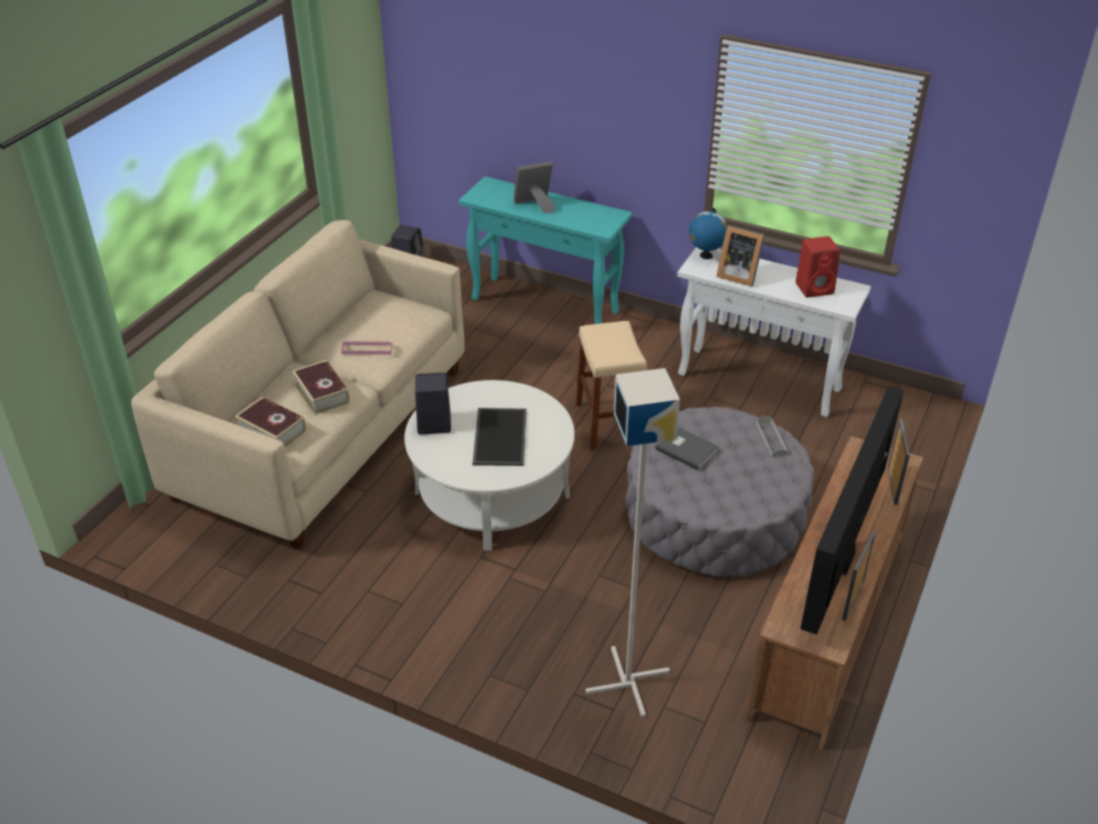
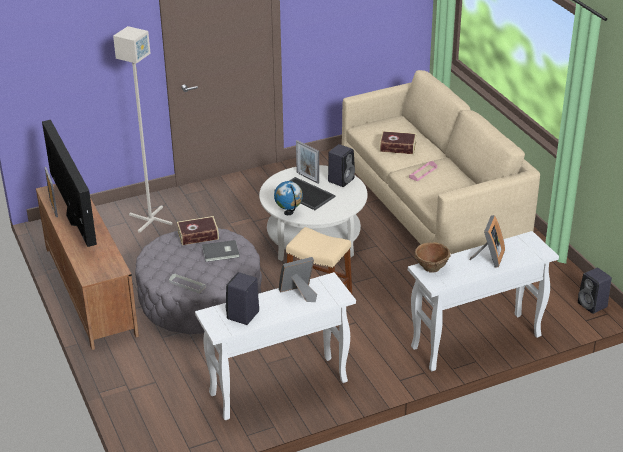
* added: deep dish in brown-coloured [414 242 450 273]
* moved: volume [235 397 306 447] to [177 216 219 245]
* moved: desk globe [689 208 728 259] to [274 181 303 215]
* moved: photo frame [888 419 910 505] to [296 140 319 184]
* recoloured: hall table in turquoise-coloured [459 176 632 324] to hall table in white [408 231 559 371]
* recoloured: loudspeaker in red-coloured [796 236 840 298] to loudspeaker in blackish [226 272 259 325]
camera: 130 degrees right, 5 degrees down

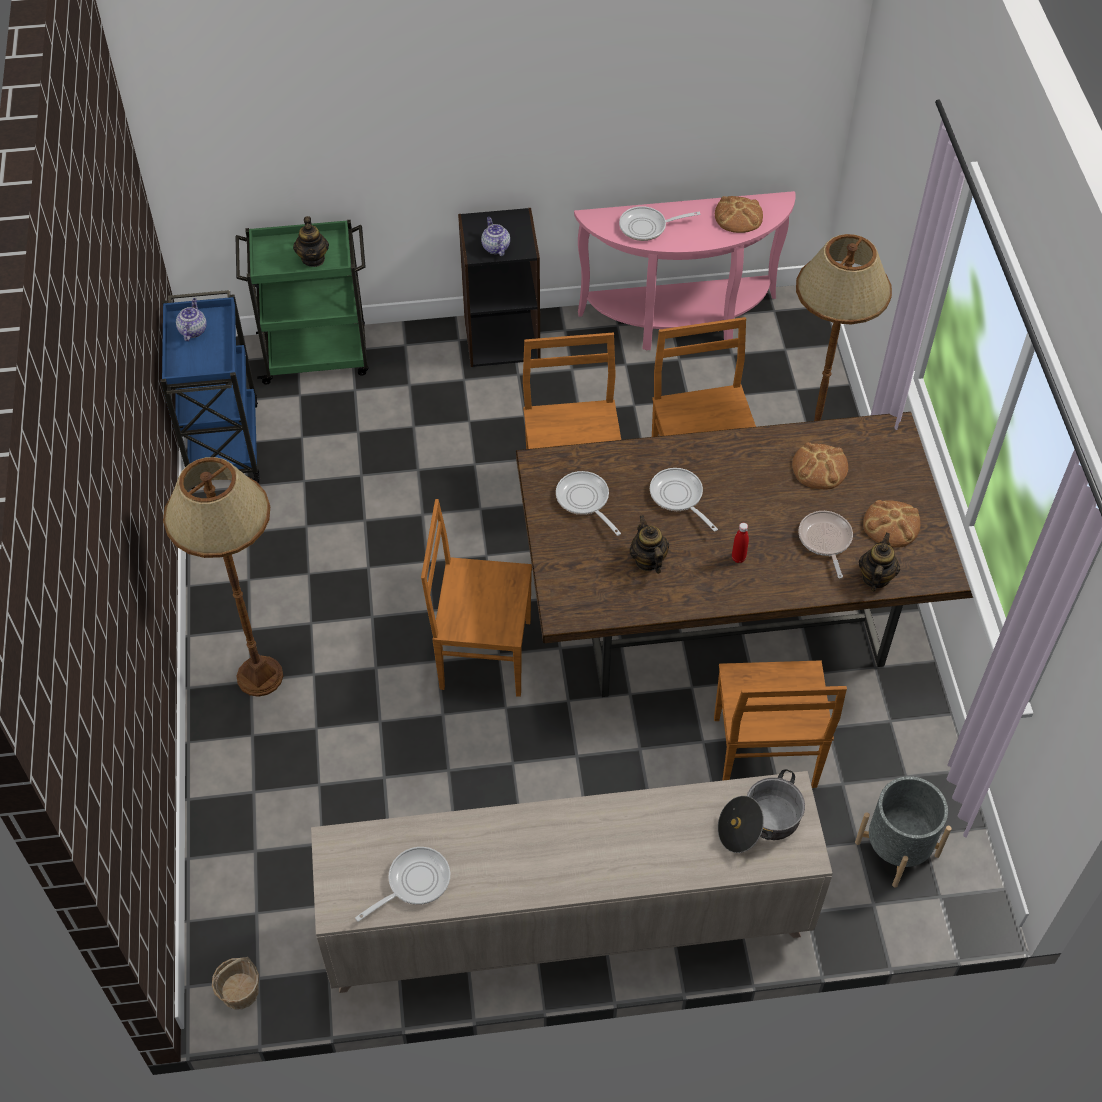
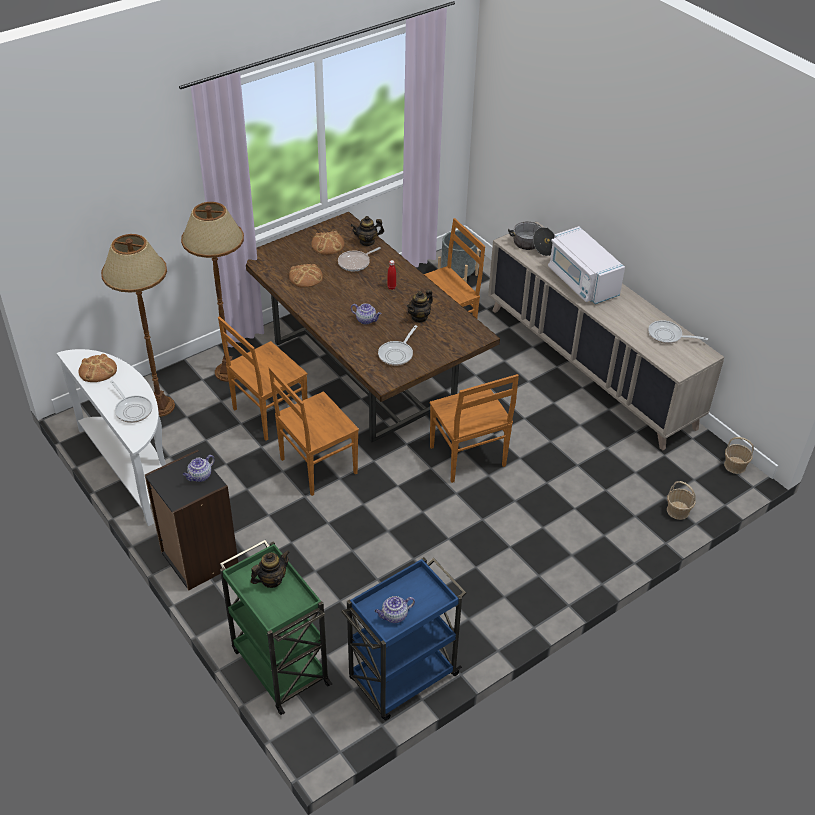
* added: microwave in white [548 226 625 304]
* added: household basket [667 481 696 520]
* moved: standard lamp in brown-coloured [163 457 283 697] to [101 234 175 417]
* replaced: frying pan [650 468 718 532] to tea pot [351 303 381 324]
* recoloured: hall table in pink-coloured [574 191 796 350] to hall table in white [57 349 166 526]
camera: 120 degrees left, 10 degrees down

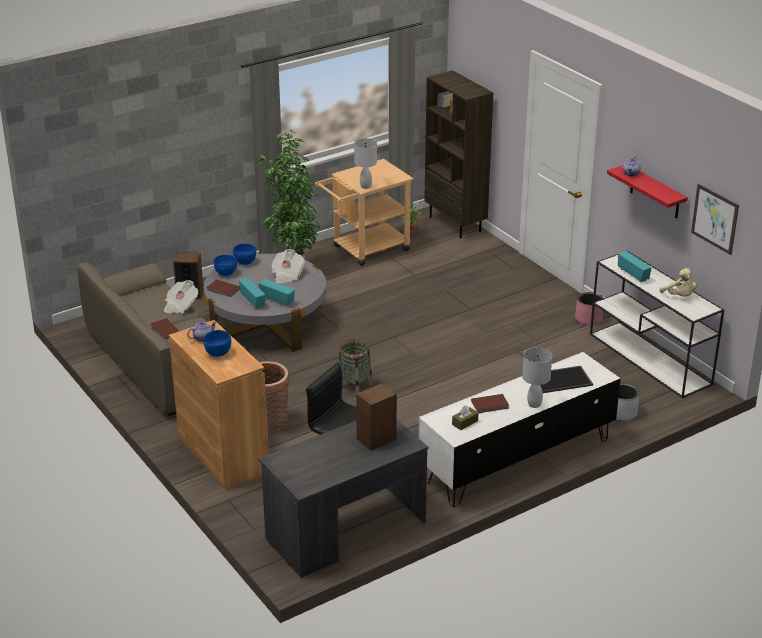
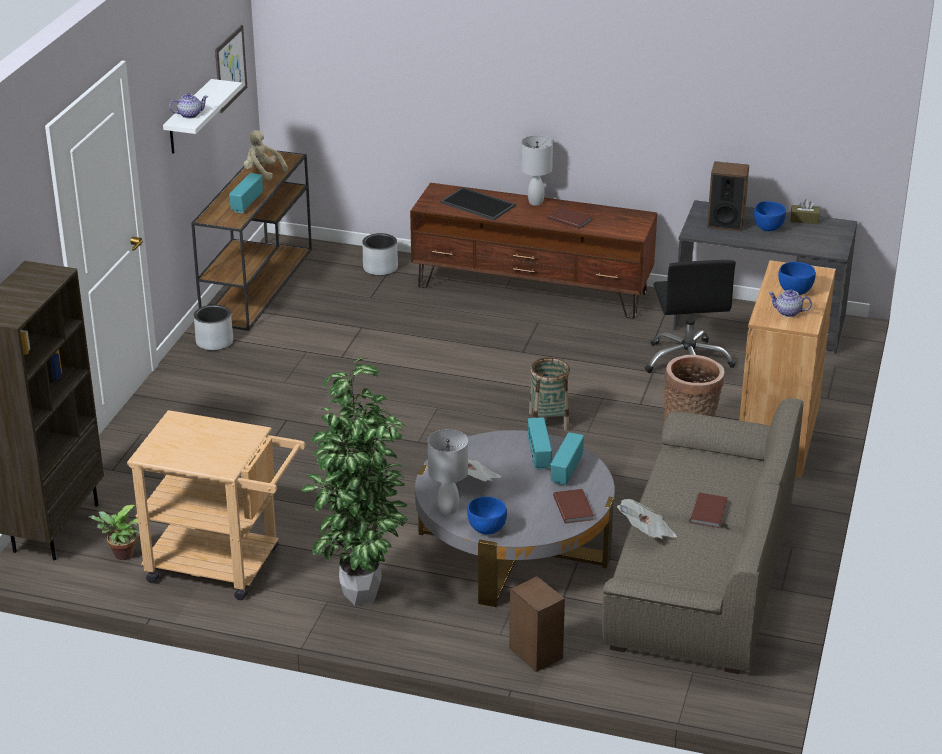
* moved: deep dish in blue [214 255 237 276] to [754 201 786 231]
* moved: lamp for a table in white [354 138 377 189] to [428 429 468 515]
* moved: box of tissues in brown-coloured [452 405 478 430] to [791 199 820 224]
* recoloured: tv stand in white [419 352 621 507] to tv stand in brown-coloured [410 183 657 319]
* recoloured: planter in pink-coloured [575 292 603 325] to planter in grey [194 305 233 351]
* recoloured: hall table in white [590 251 724 398] to hall table in brown-coloured [191 150 312 331]
* recoloured: wall shelf in red-coloured [607 165 688 219] to wall shelf in white [163 79 242 154]
* turned: plush toy in beige [660 268 697 297] = [244 130 288 180] 75 degrees counterclockwise
camera: 130 degrees left, 0 degrees up

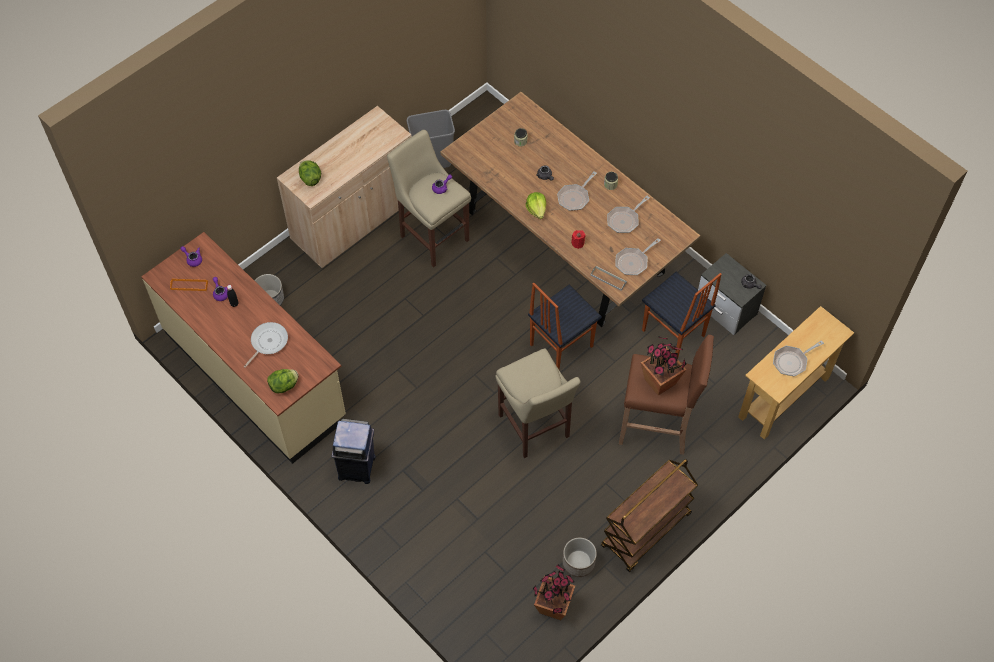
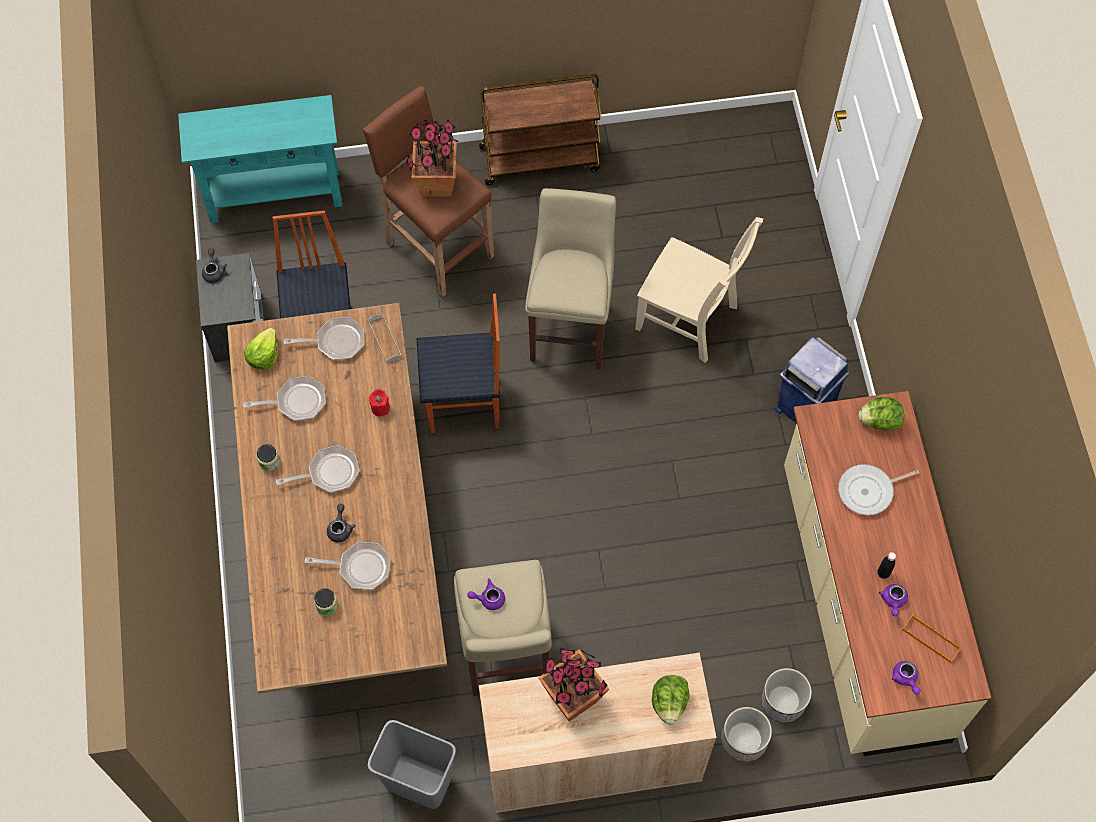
* added: plain chair in beige [635 217 763 363]
* moved: lettuce [526 192 546 219] to [244 328 278 370]
* moved: houseplant [533 564 575 620] to [538 647 609 722]
* moved: planter [562 538 597 577] to [721 707 772 762]
* moved: frying pan [773 340 824 376] to [304 542 391 590]
* recoloured: hall table in beige [738 306 854 440] to hall table in turquoise-coloured [178 95 342 223]
camera: 145 degrees left, 5 degrees up

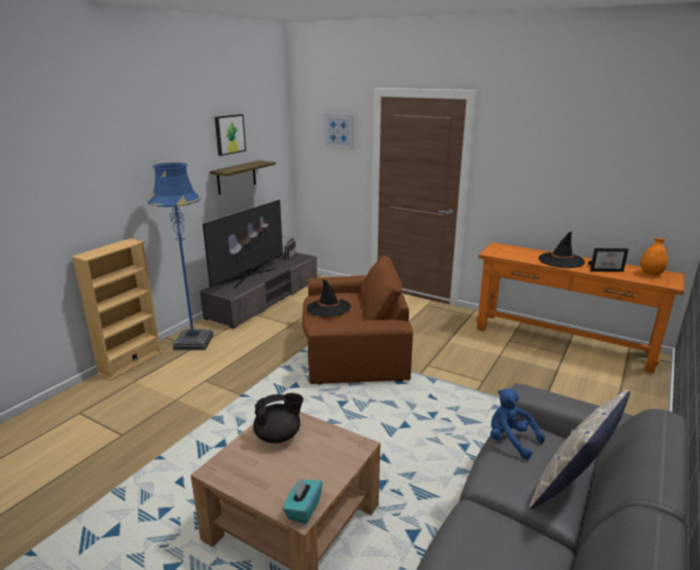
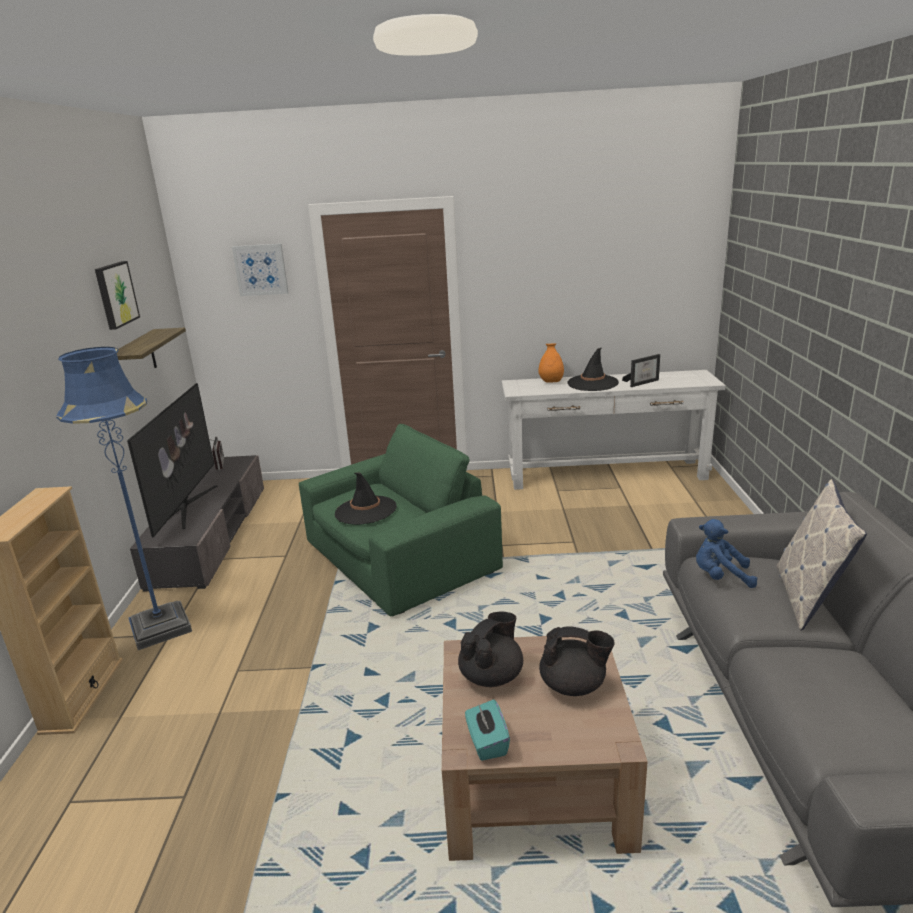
* added: tea pot in blackish [539 626 615 696]
* moved: box of tissues in turquoise-coloured [283 477 322 524] to [465 699 510 761]
* moved: vase in orange [640 238 668 275] to [538 343 564 383]
* recoloured: easy chair in brown-coloured [302 255 413 384] to easy chair in green-coloured [299 424 503 616]
* recoloured: hall table in orange [476 242 685 374] to hall table in white [501 370 726 490]
camera: 30 degrees left, 0 degrees up

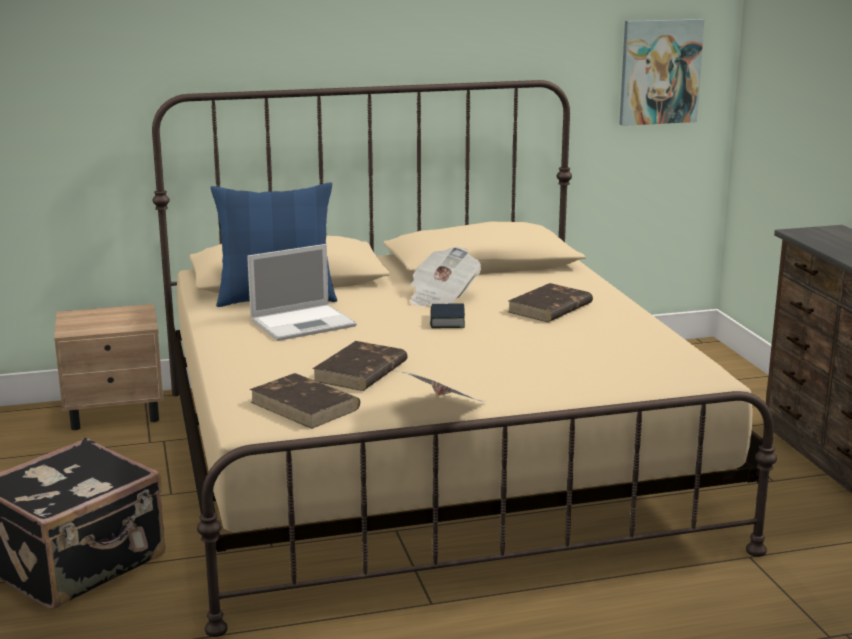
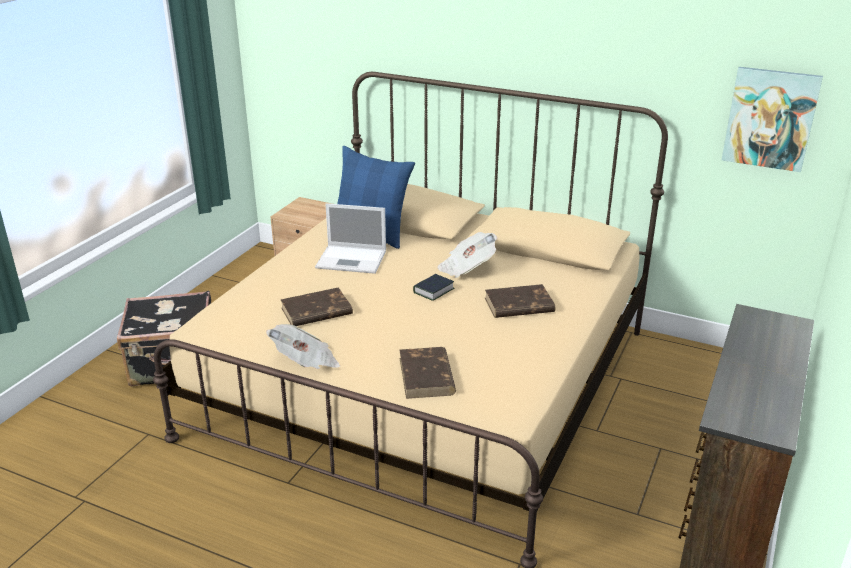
* moved: volume in brown-coloured [250 373 360 429] to [399 347 456 399]
camera: 40 degrees right, 10 degrees up

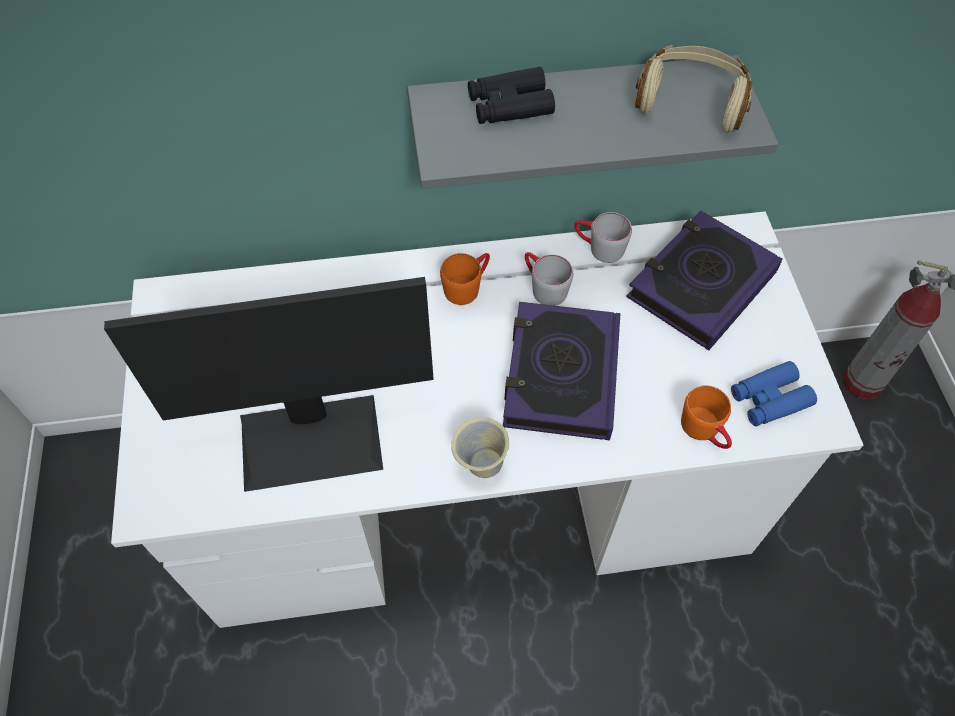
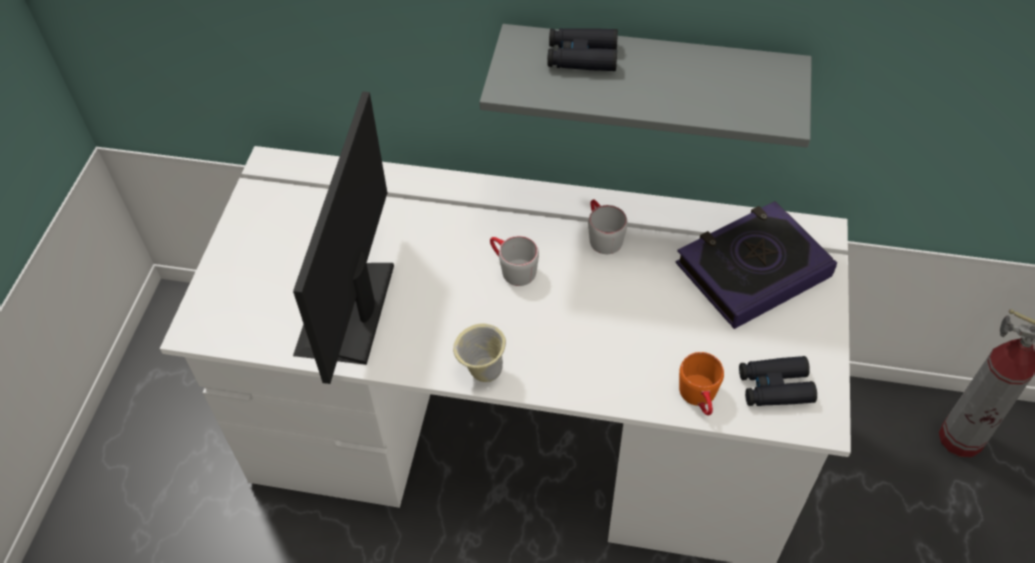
* removed: coffee mug in orange [440 253 490 305]
* removed: volume [503 302 621 440]
* removed: headphones in beige [635 45 752 132]
* moved: coffee mug in grey [574 212 632 263] to [490 236 539 286]
* recoloured: field glasses in blue [731 361 817 426] to field glasses in blackish [739 356 817 406]
* turned: computer screen [104 277 434 492] = [293 91 394 384] 90 degrees clockwise
camera: 20 degrees right, 5 degrees down

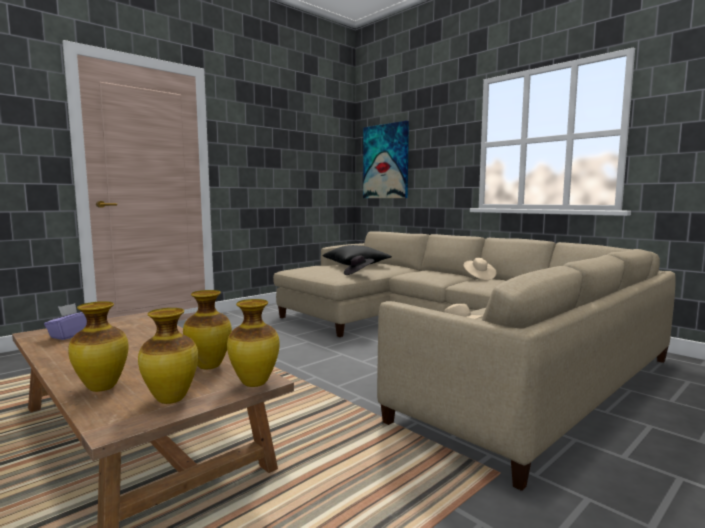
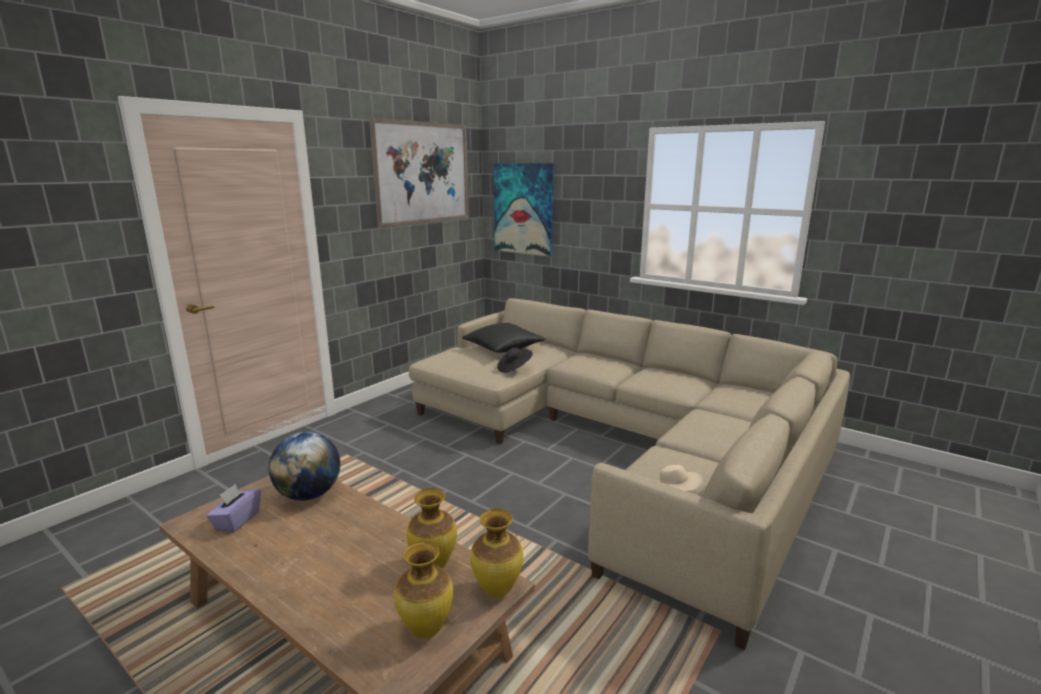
* removed: vase [68 301 129 392]
* removed: hat in beige [463 258 496 280]
* added: desk globe [269 432 340 501]
* added: wall picture [369 118 469 228]
camera: 10 degrees left, 10 degrees up

